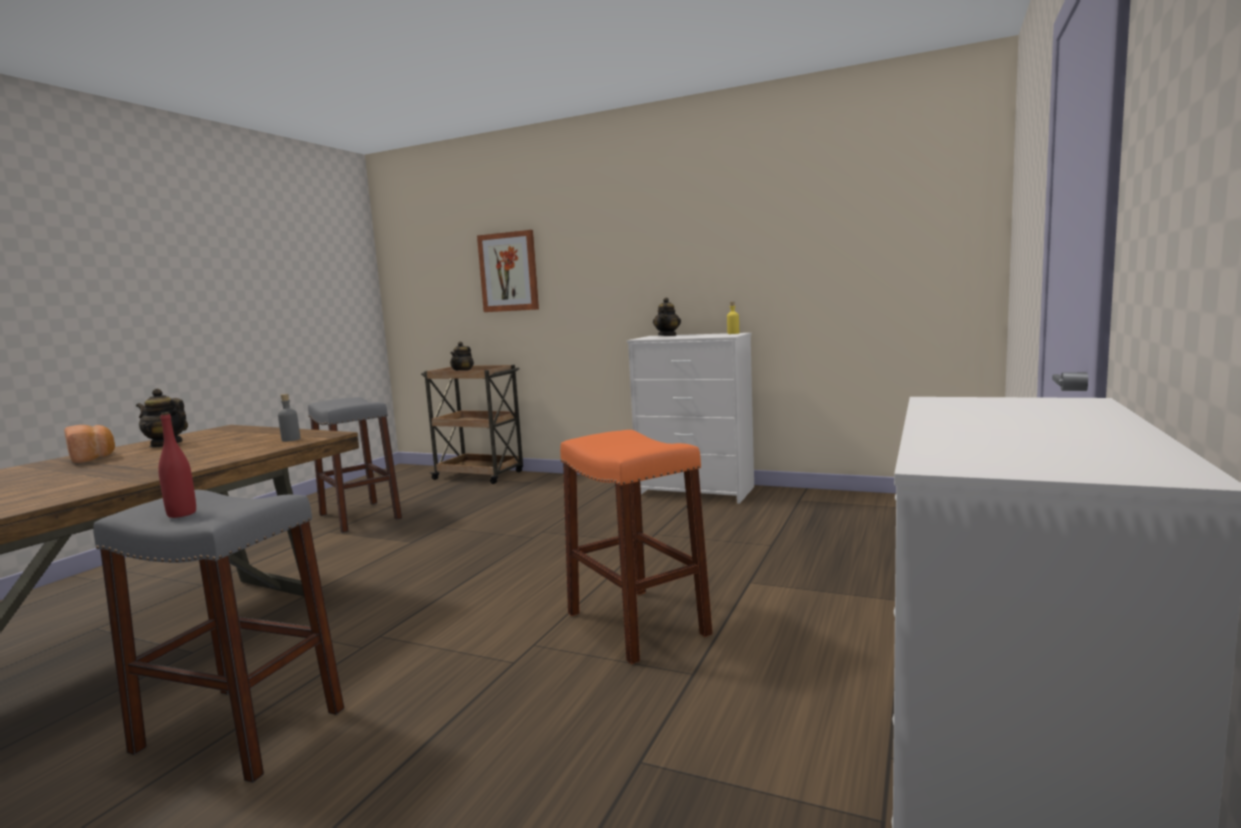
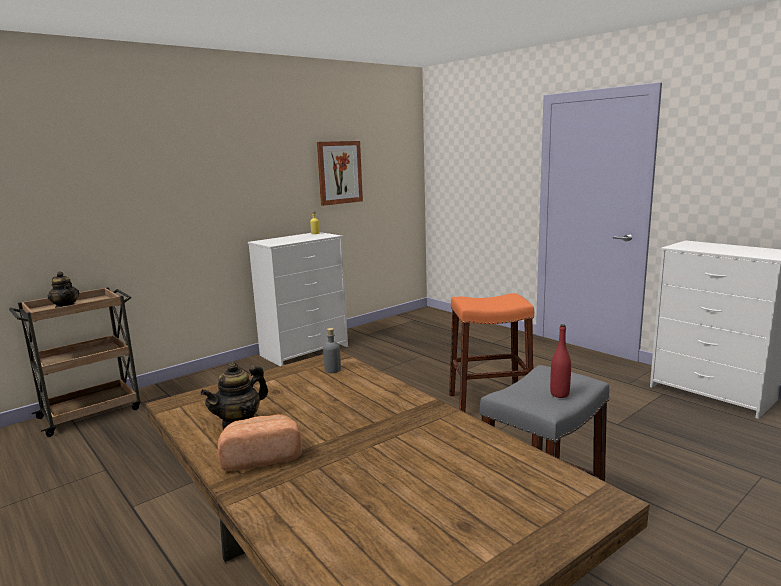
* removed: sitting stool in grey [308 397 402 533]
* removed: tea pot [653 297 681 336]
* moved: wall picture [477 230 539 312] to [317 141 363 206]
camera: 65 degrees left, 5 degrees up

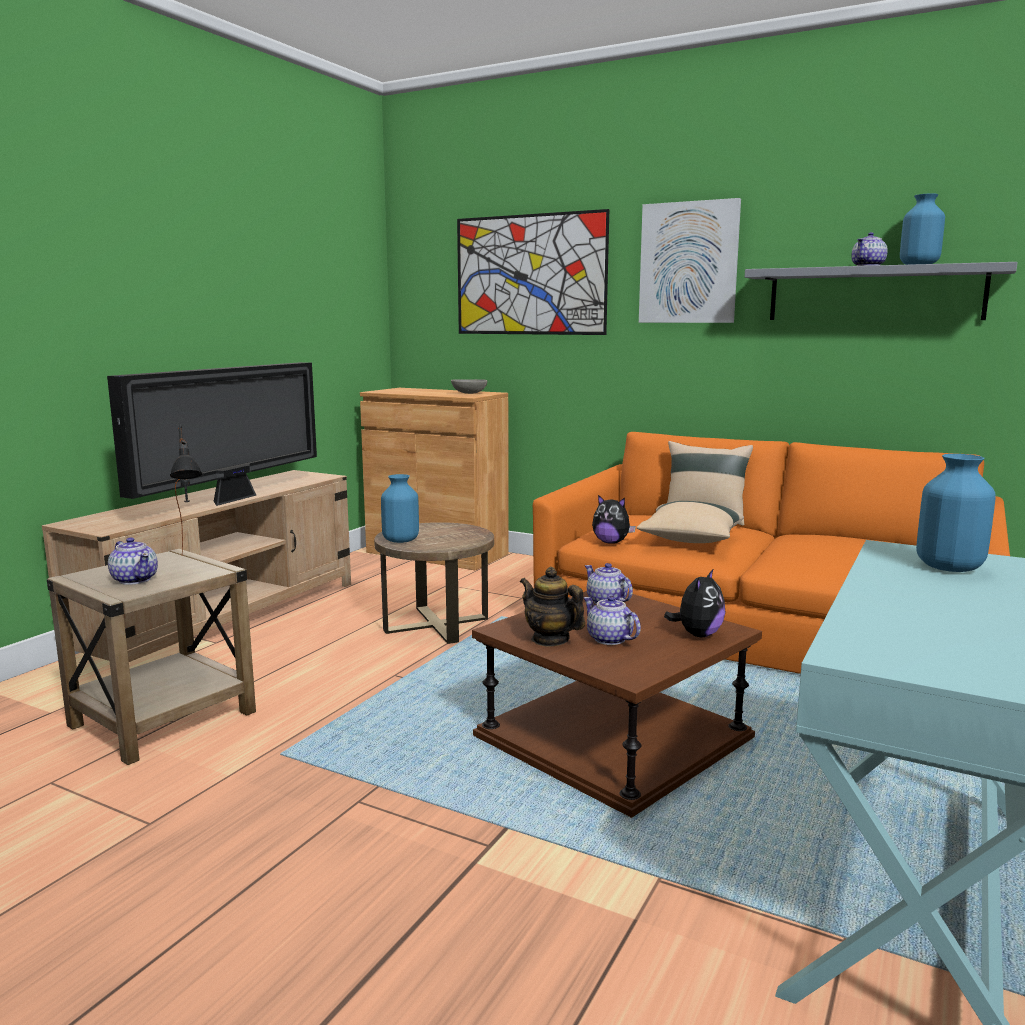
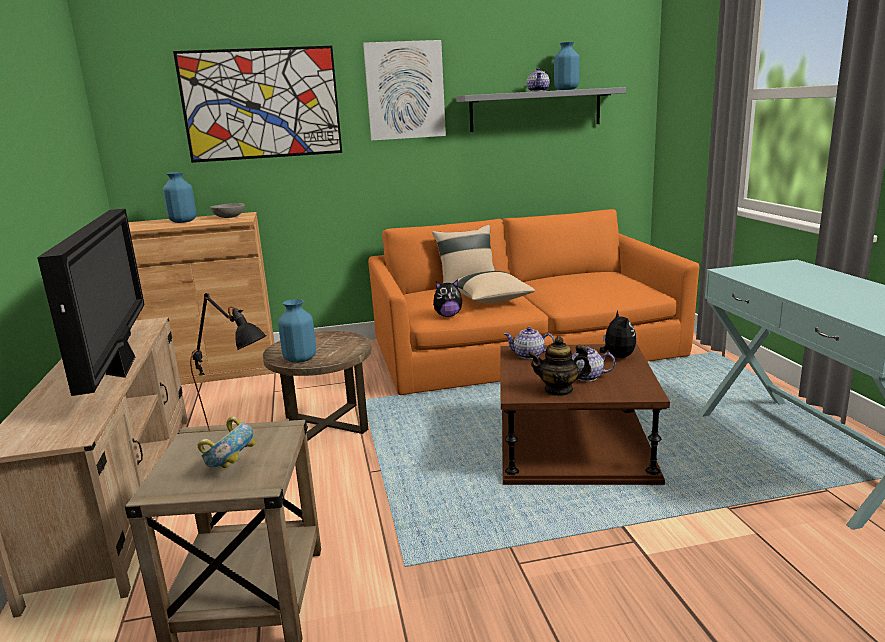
* moved: vase in blue [916 454 996 572] to [163 172 196 223]
* replaced: tea pot [108 537 158 585] to deep dish [197 417 256 468]
camera: 40 degrees left, 5 degrees up

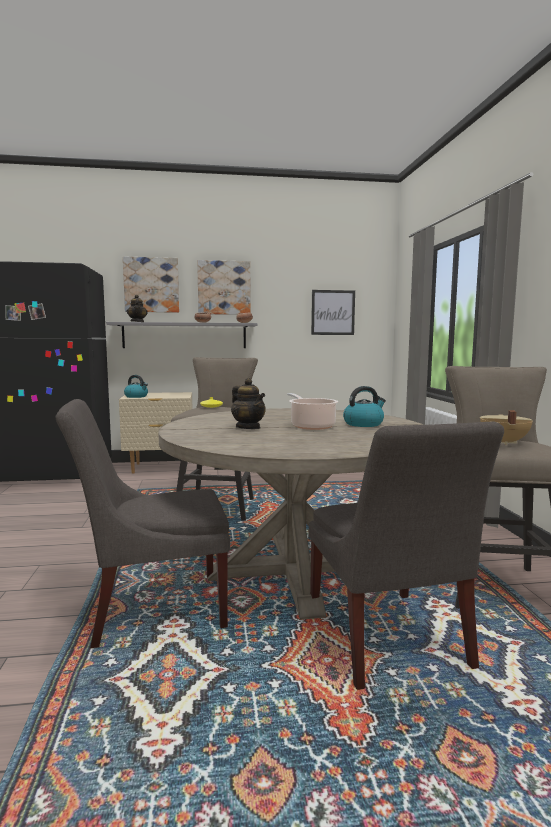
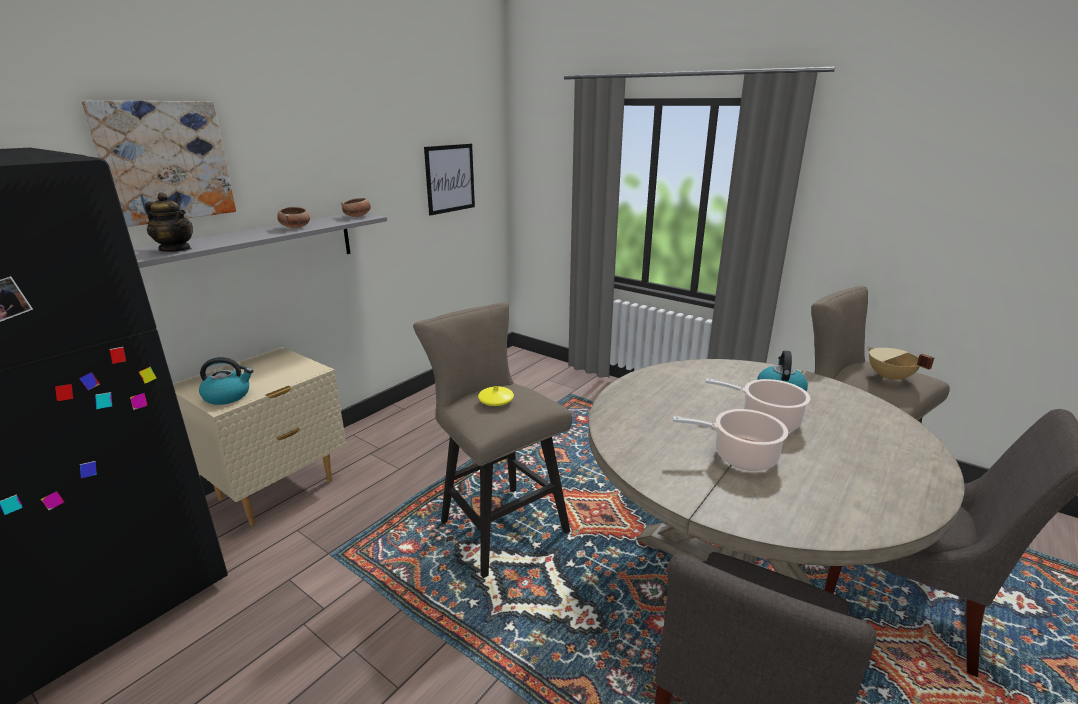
* removed: wall picture [197 260 251 315]
* replaced: tea pot [231 378 266 429] to cooking pot [673 409 788 471]
camera: 45 degrees left, 15 degrees up

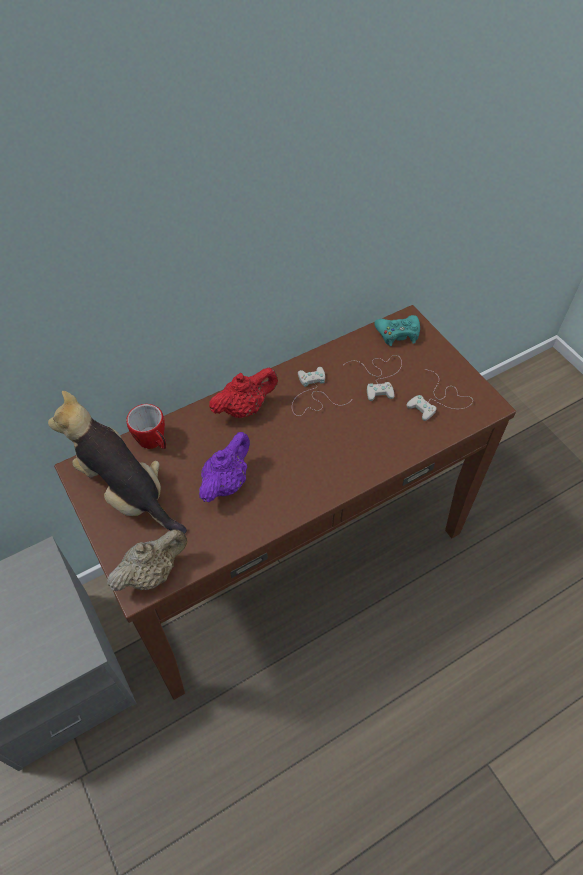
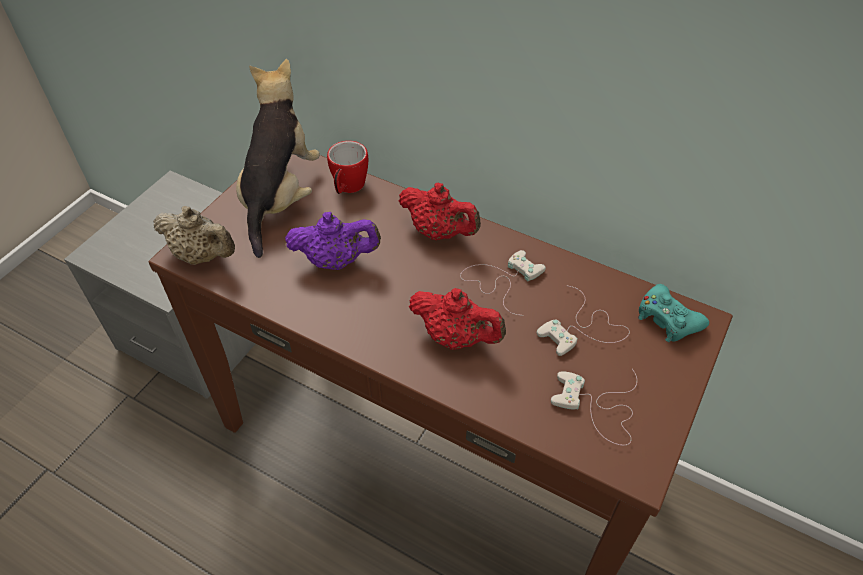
* added: tea pot in red-coloured [409 288 506 350]
camera: 60 degrees right, 5 degrees down

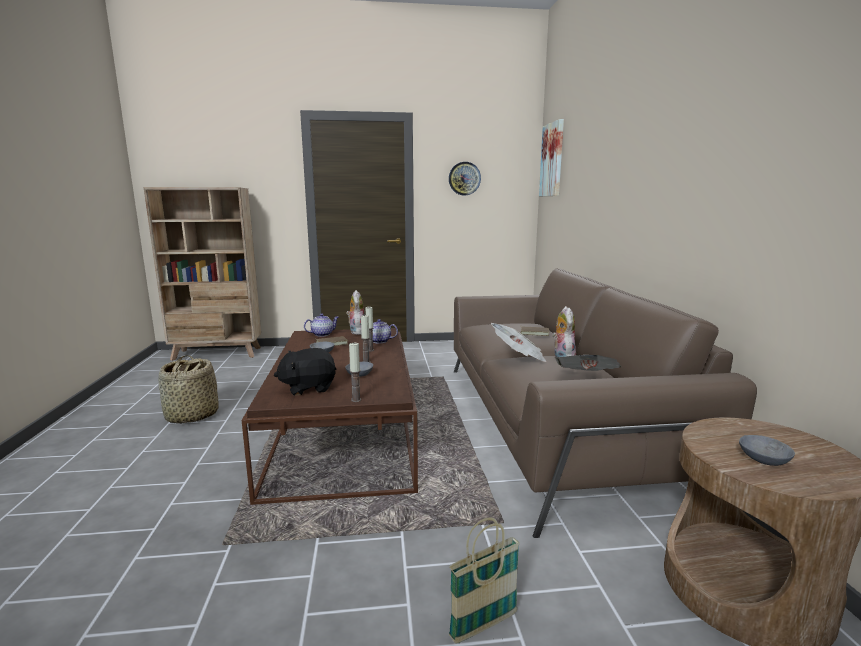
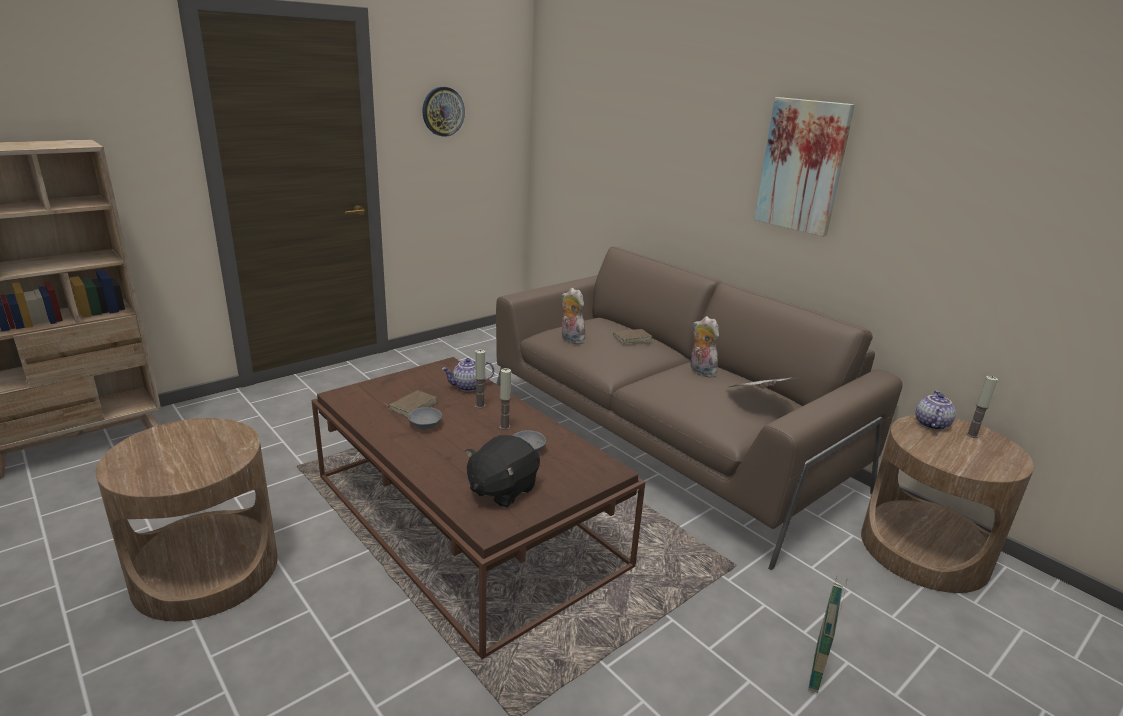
* removed: newspaper [491 323 546 362]
* removed: deep dish in grey [739 435 795 466]
* moved: tea pot [304 313 339 337] to [915 390 956 430]
* moved: plush toy [346 290 364 335] to [562 288 585 344]
* moved: wax light [349 342 361 402] to [966 376 998 438]
* moved: wall picture [539 119 564 196] to [754 97 855 237]
* replaced: household basket [158 355 219 424] to end table in brown-coloured [96 418 278 621]
camera: 35 degrees left, 10 degrees up

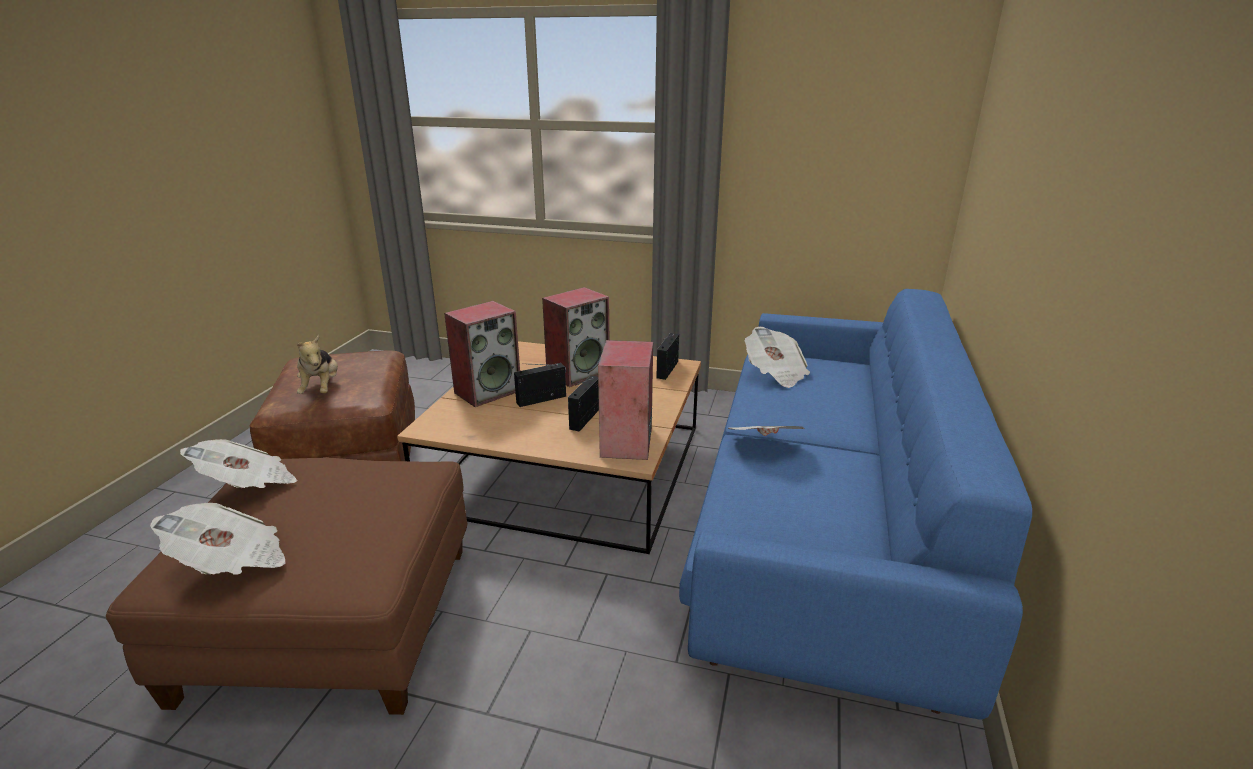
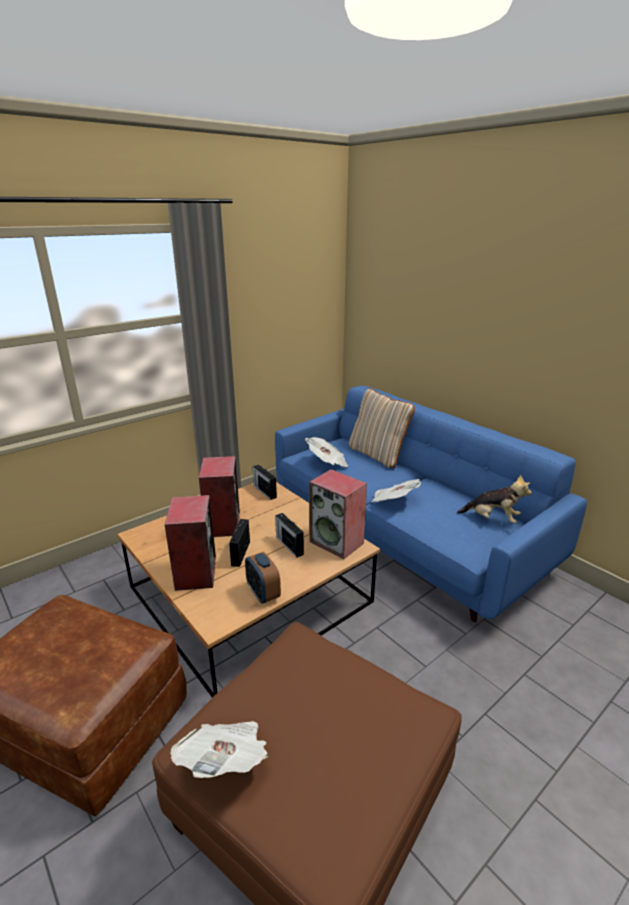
* removed: newspaper [150 503 286 575]
* added: bedside clock [245 552 281 604]
* added: throw pillow in beige [349 388 415 468]
* moved: plush toy [297 335 338 394] to [457 474 532 523]
camera: 55 degrees left, 0 degrees up

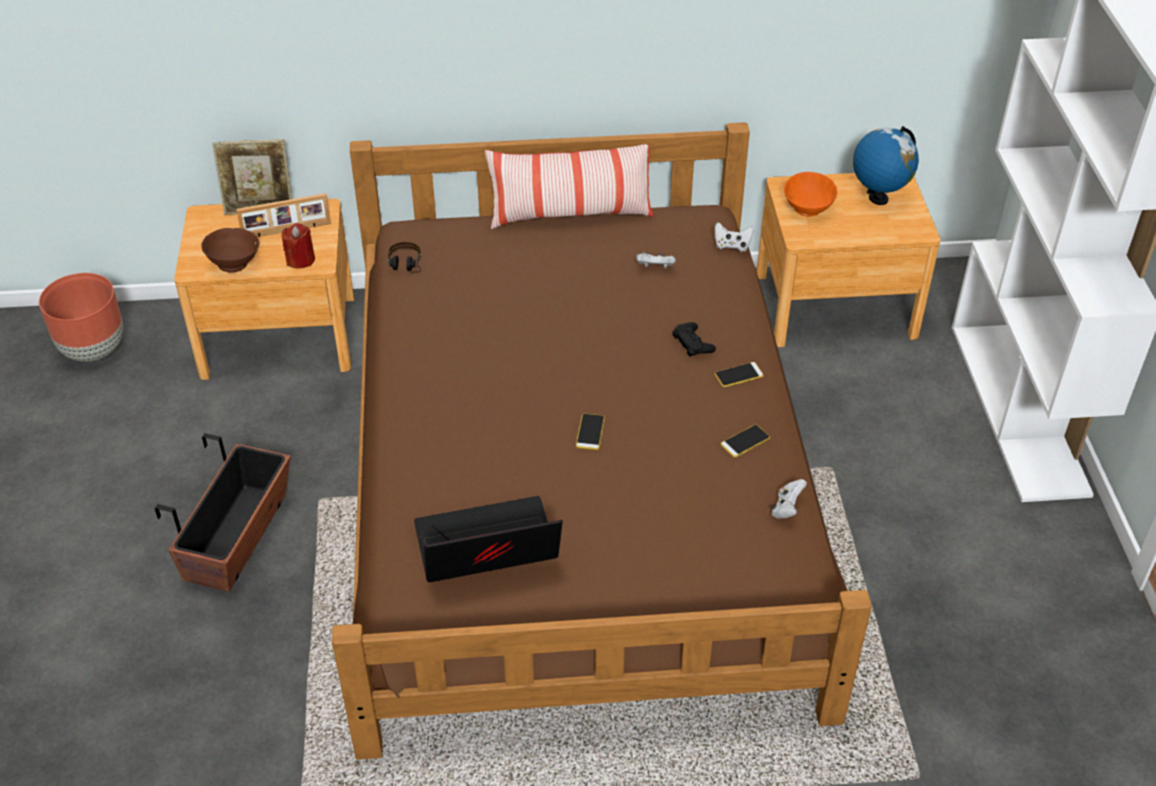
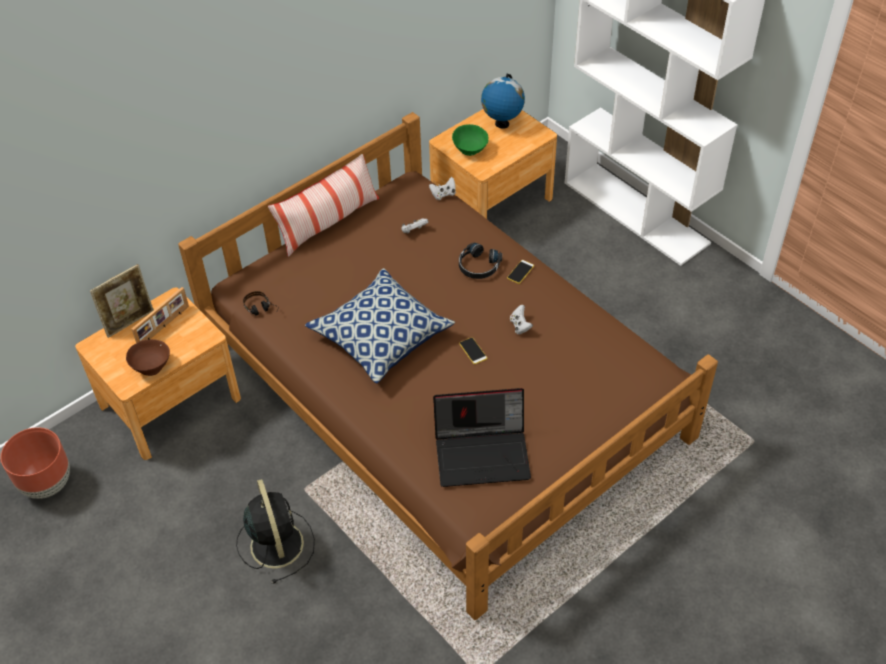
* removed: wax light in red-coloured [282 223 315 269]
* removed: phone [720 425 770 458]
* added: throw pillow [305 268 455 384]
* moved: joypad in white [771 479 807 519] to [510 305 533 335]
* replaced: planter [155 433 291 592] to fan in blackish [236 479 315 584]
* replaced: joypad in blackish [672 322 716 357] to headphones in blackish [459 242 502 279]
* recoloured: deep dish in orange [784 172 837 217] to deep dish in green-coloured [452 124 489 156]
* turned: laptop [414 496 563 582] = [433 388 531 487] 135 degrees counterclockwise
camera: 35 degrees left, 5 degrees up

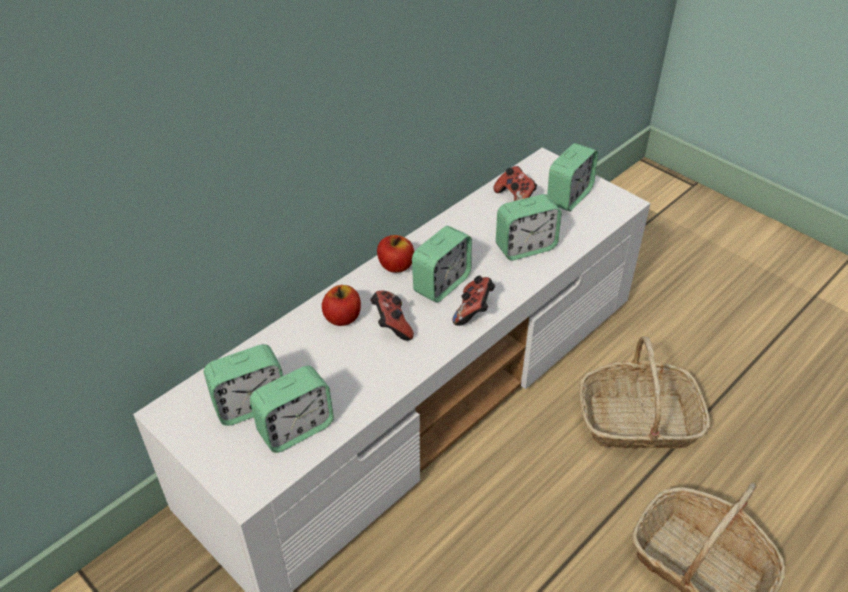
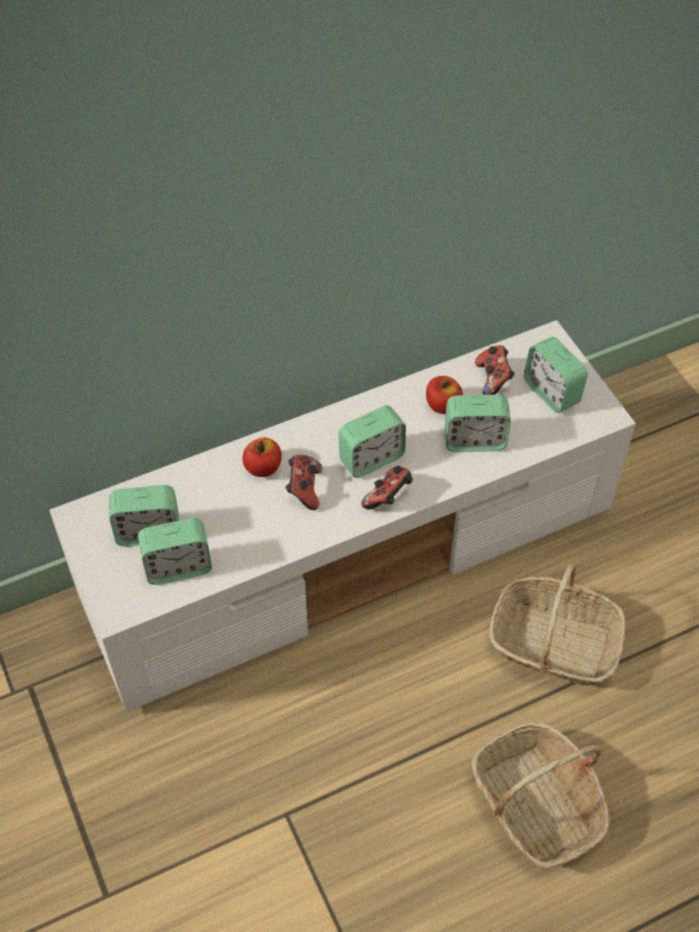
* moved: apple fruit [377 235 414 273] to [426 376 463 414]
* turned: bedside clock [547 143 598 211] = [524 337 588 413] 90 degrees clockwise
camera: 20 degrees right, 10 degrees up

